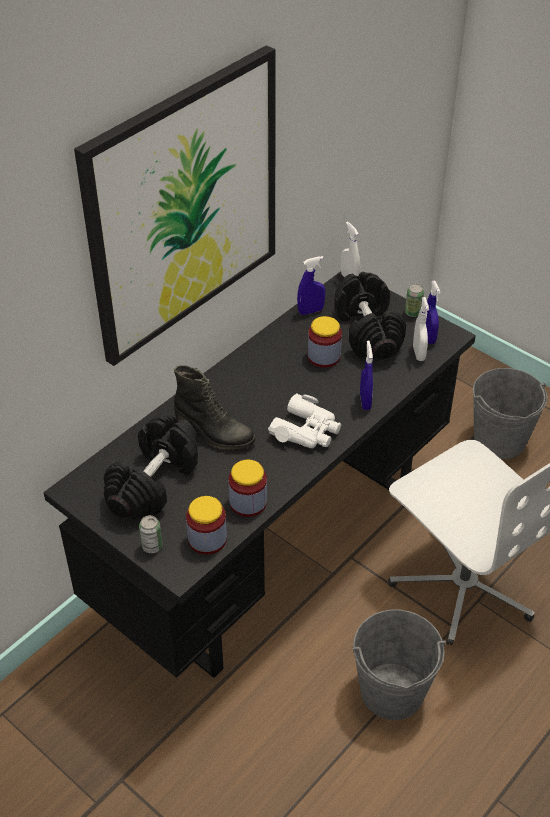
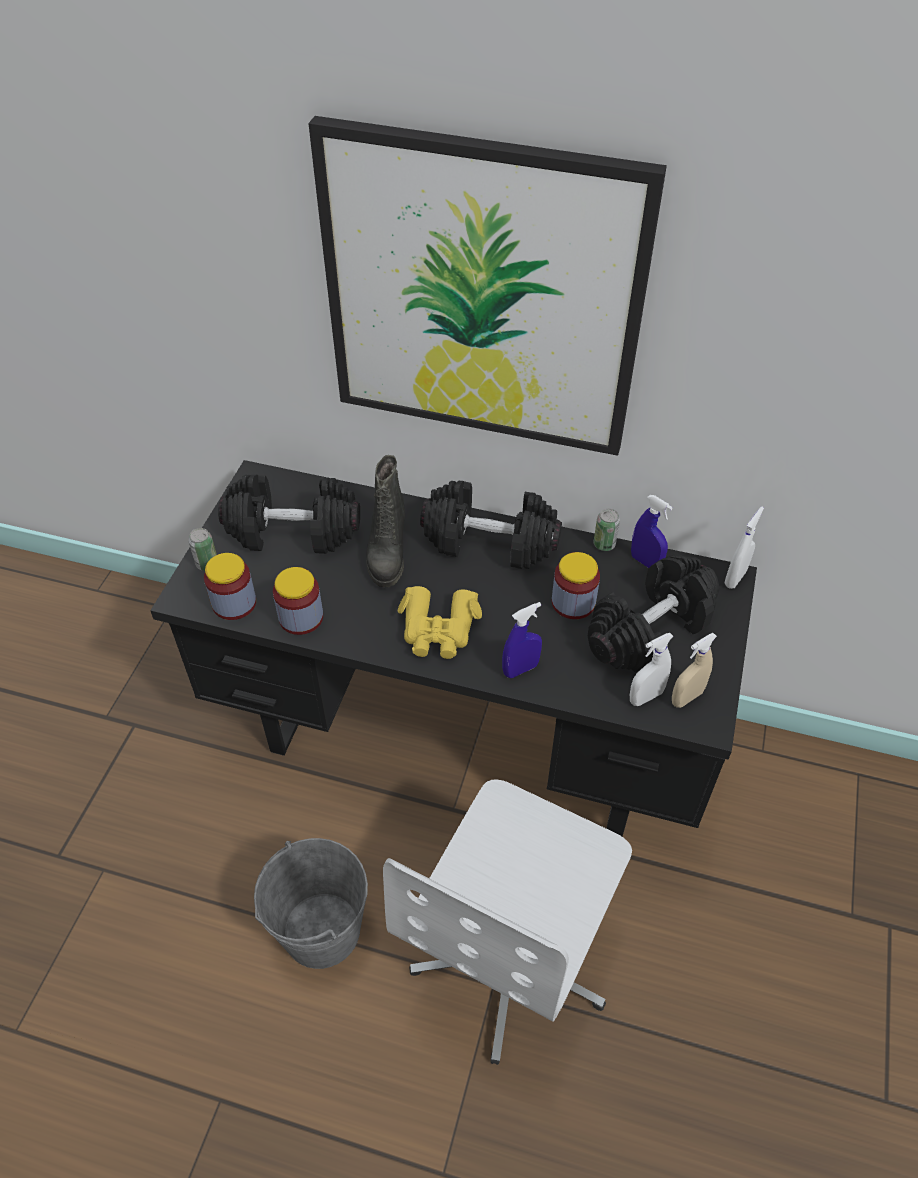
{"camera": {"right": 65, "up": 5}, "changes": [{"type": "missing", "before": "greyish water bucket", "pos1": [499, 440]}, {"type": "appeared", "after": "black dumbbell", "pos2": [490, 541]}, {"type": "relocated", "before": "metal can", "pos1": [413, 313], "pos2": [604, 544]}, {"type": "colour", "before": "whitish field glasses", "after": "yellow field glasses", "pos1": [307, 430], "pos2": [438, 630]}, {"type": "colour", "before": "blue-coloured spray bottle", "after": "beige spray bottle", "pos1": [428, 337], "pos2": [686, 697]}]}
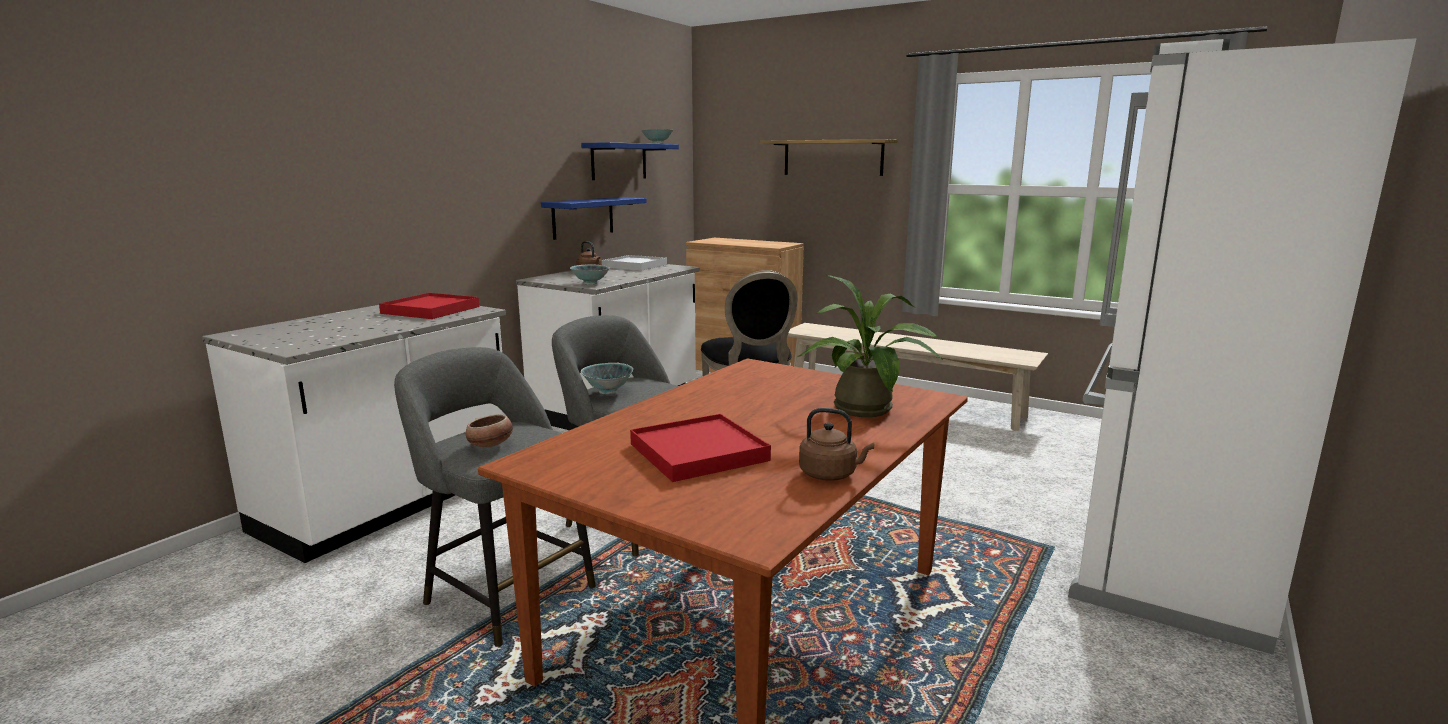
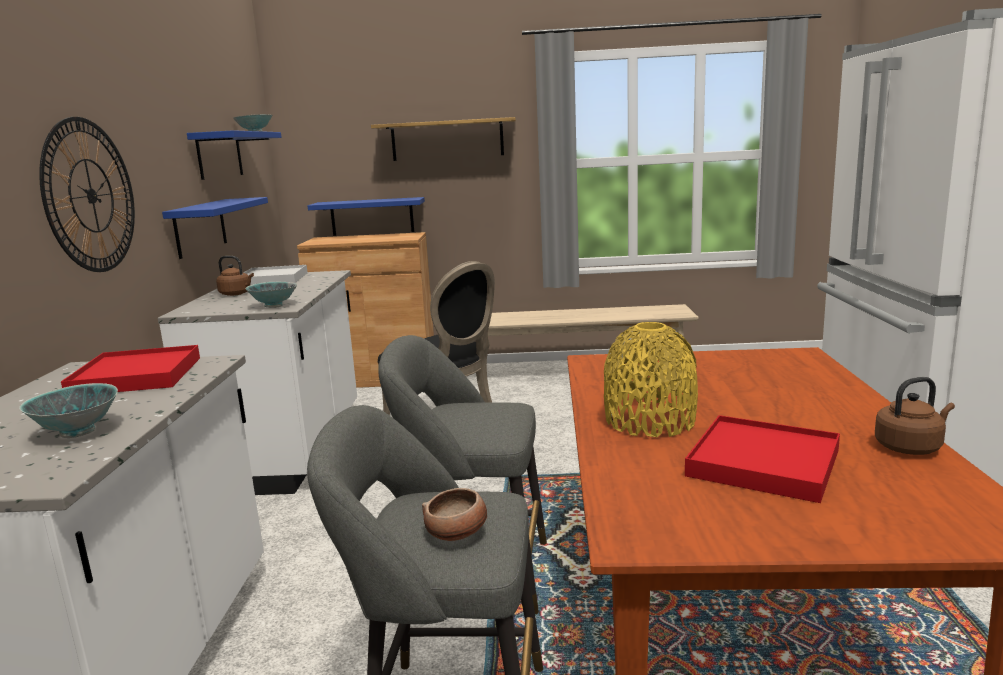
{"camera": {"right": -30, "up": 0}, "changes": [{"type": "missing", "before": "potted plant", "pos1": [867, 411]}, {"type": "appeared", "after": "hanging clock", "pos2": [91, 196]}, {"type": "appeared", "after": "blue-coloured wall shelf", "pos2": [372, 216]}, {"type": "appeared", "after": "yellow flower vase", "pos2": [649, 420]}, {"type": "relocated", "before": "deep dish", "pos1": [607, 391], "pos2": [77, 432]}]}
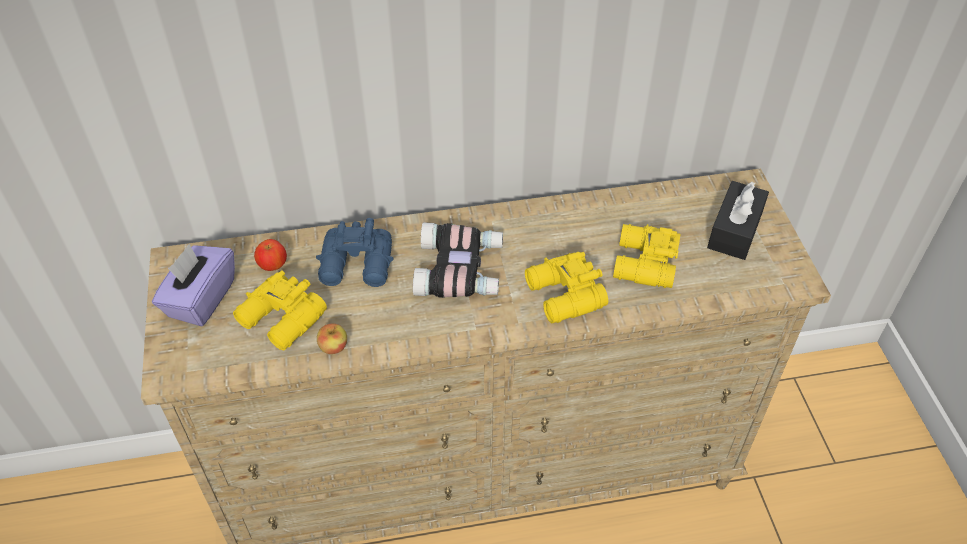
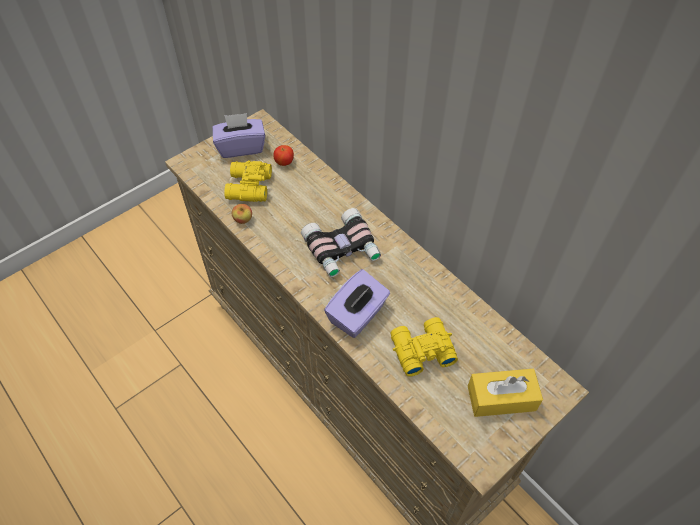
{"camera": {"right": 60, "up": 5}, "changes": [{"type": "missing", "before": "blue-coloured field glasses", "pos1": [358, 266]}, {"type": "exchanged", "before": "yellow field glasses", "after": "purple box of tissues", "pos1": [563, 297], "pos2": [357, 315]}, {"type": "colour", "before": "black box of tissues", "after": "yellow box of tissues", "pos1": [735, 230], "pos2": [501, 398]}]}
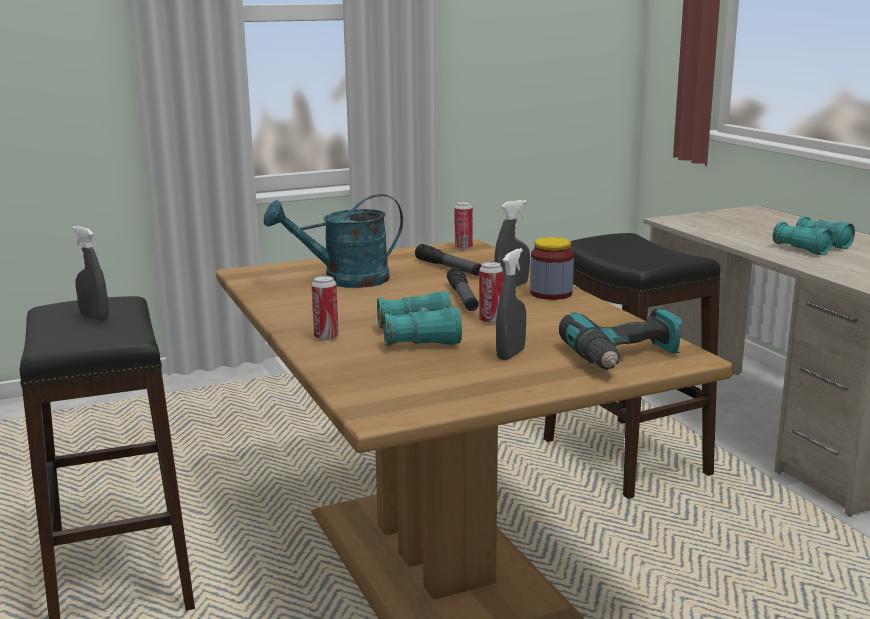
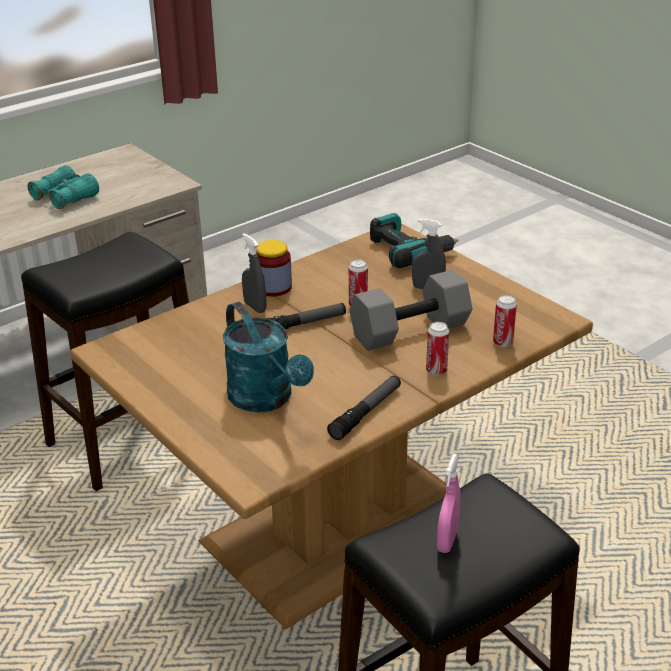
{"camera": {"right": -105, "up": 15}, "changes": [{"type": "relocated", "before": "hand torch", "pos1": [449, 268], "pos2": [366, 413]}, {"type": "relocated", "before": "metal can", "pos1": [463, 247], "pos2": [502, 342]}, {"type": "exchanged", "before": "blue-green field glasses", "after": "greyish dumbbell", "pos1": [419, 336], "pos2": [410, 329]}, {"type": "colour", "before": "greyish spray bottle", "after": "pink-coloured spray bottle", "pos1": [94, 318], "pos2": [447, 541]}]}
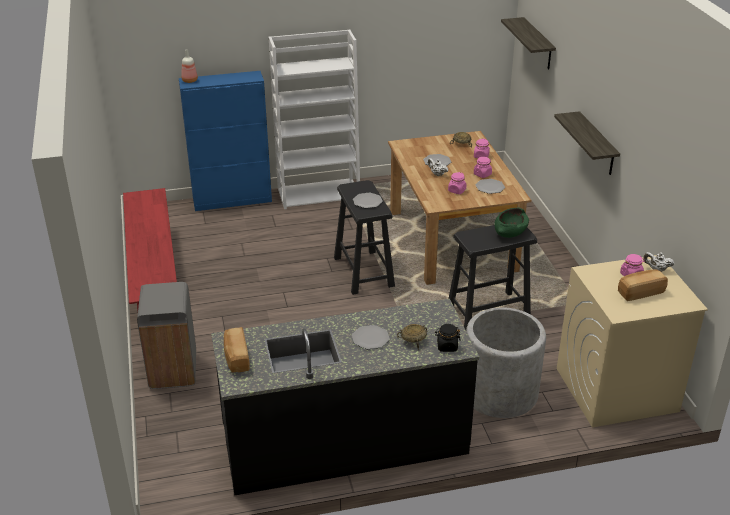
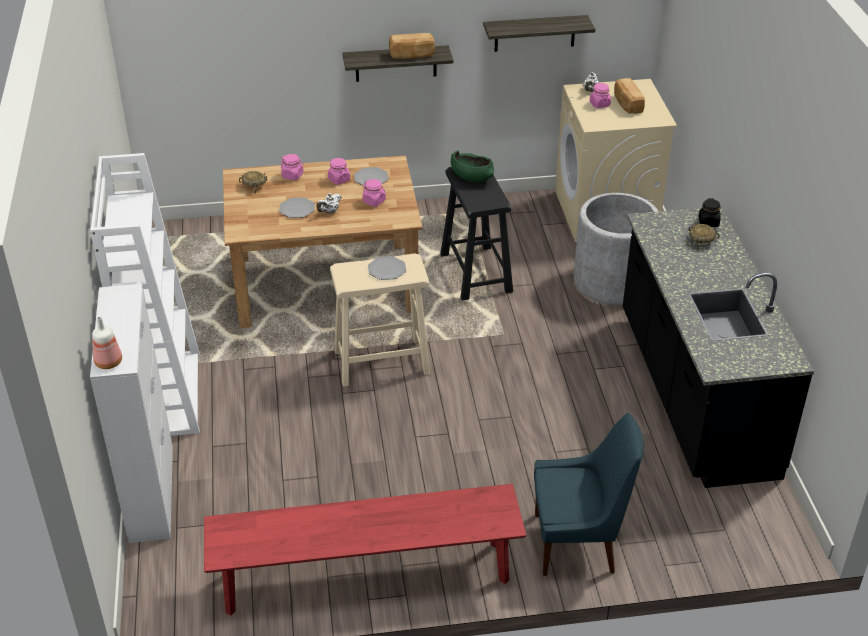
{"camera": {"right": -85, "up": 5}, "changes": [{"type": "missing", "before": "flat dish", "pos1": [370, 338]}, {"type": "relocated", "before": "bread", "pos1": [236, 358], "pos2": [412, 55]}, {"type": "relocated", "before": "wall shelf", "pos1": [538, 44], "pos2": [535, 33]}, {"type": "exchanged", "before": "greyish waste bin", "after": "blue-coloured plain chair", "pos1": [172, 371], "pos2": [578, 543]}, {"type": "colour", "before": "blue-coloured cupboard", "after": "whitish cupboard", "pos1": [232, 200], "pos2": [152, 492]}, {"type": "colour", "before": "black stool seat", "after": "beige stool seat", "pos1": [363, 272], "pos2": [381, 362]}]}
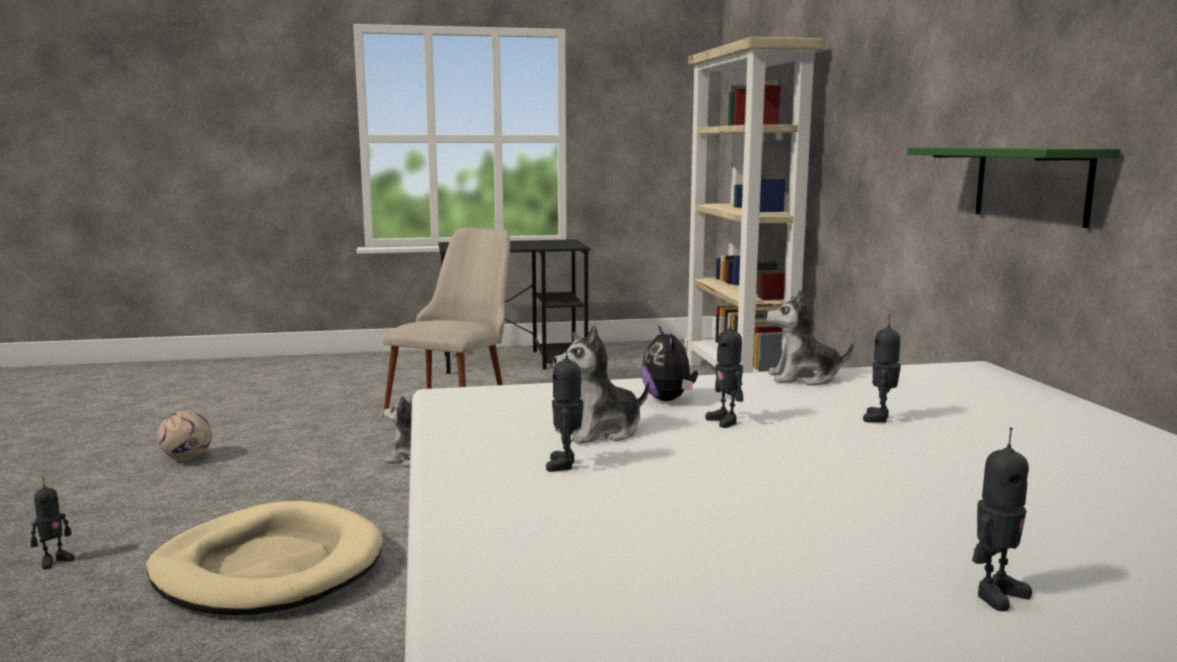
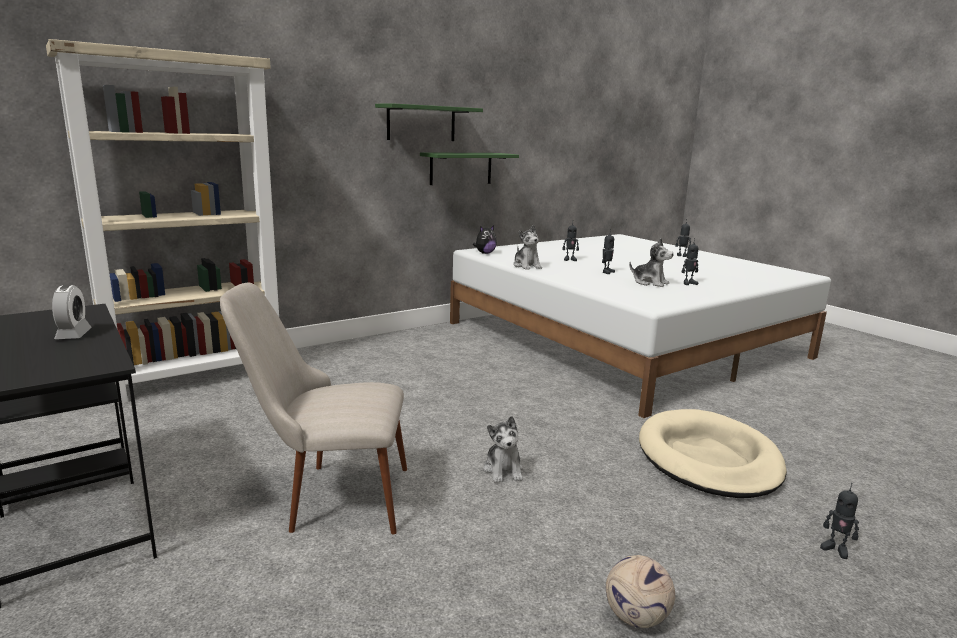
{"camera": {"right": -115, "up": 5}, "changes": [{"type": "appeared", "after": "bedside clock", "pos2": [73, 334]}, {"type": "appeared", "after": "green wall shelf", "pos2": [421, 123]}, {"type": "relocated", "before": "cuddly toy", "pos1": [668, 399], "pos2": [485, 253]}, {"type": "spun", "before": "toy robot", "pos1": [55, 561], "pos2": [835, 549], "turn": -150}]}
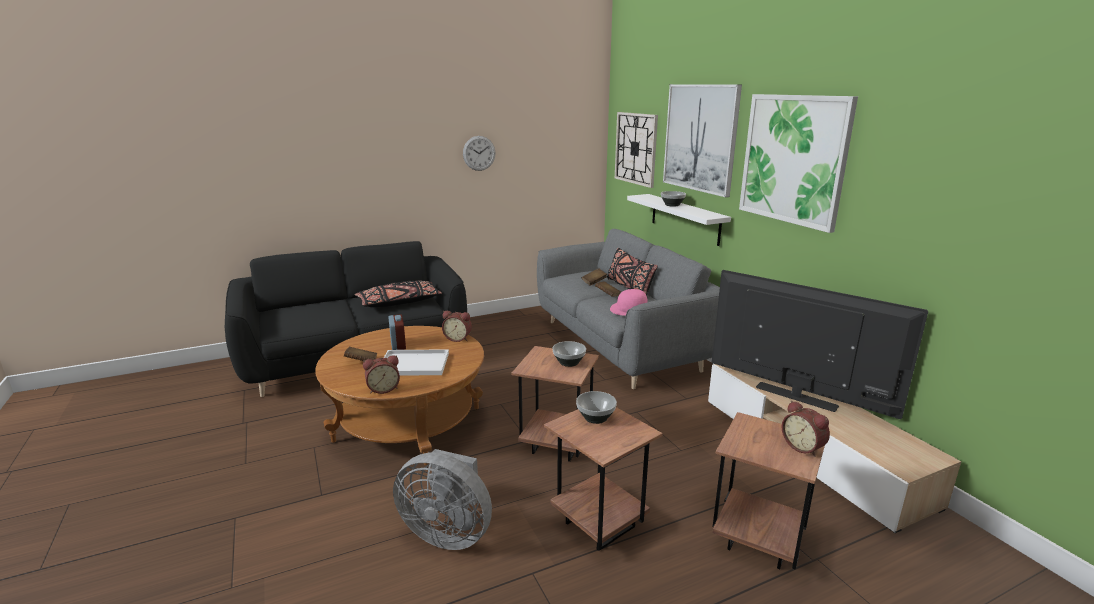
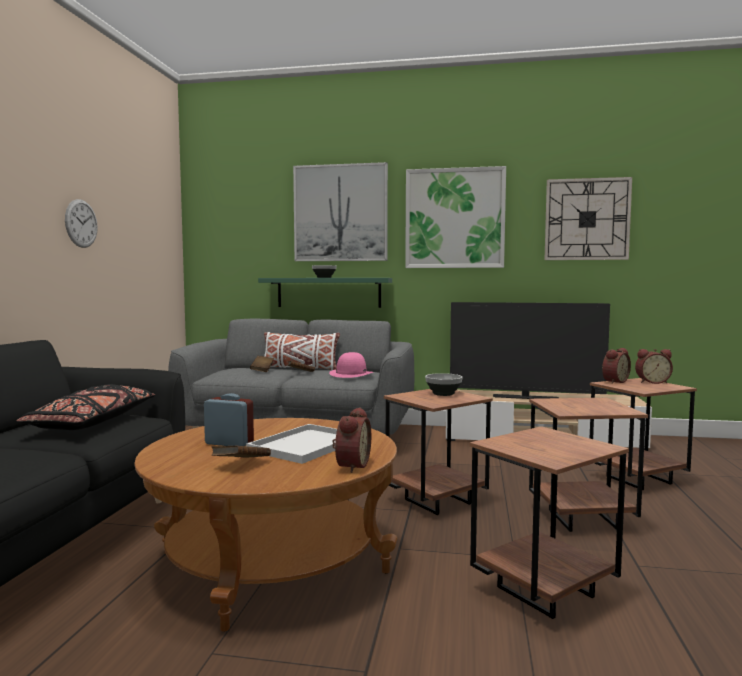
{"camera": {"right": -55, "up": -15}, "changes": [{"type": "missing", "before": "deep dish", "pos1": [595, 417]}, {"type": "relocated", "before": "bedside clock", "pos1": [458, 338], "pos2": [613, 381]}, {"type": "relocated", "before": "hanging clock", "pos1": [636, 148], "pos2": [587, 219]}, {"type": "exchanged", "before": "greyish electric fan", "after": "brownish end table", "pos1": [448, 533], "pos2": [542, 592]}, {"type": "colour", "before": "black throw pillow", "after": "whitish throw pillow", "pos1": [629, 288], "pos2": [300, 369]}, {"type": "colour", "before": "whitish wall shelf", "after": "green wall shelf", "pos1": [685, 219], "pos2": [329, 292]}, {"type": "spun", "before": "TV set", "pos1": [795, 397], "pos2": [525, 397], "turn": -150}]}
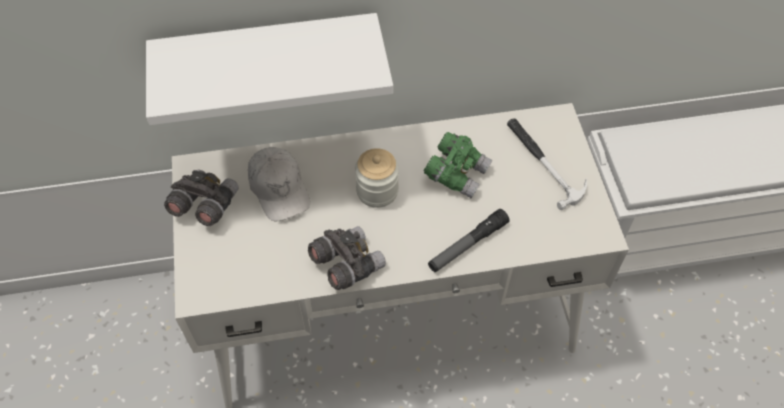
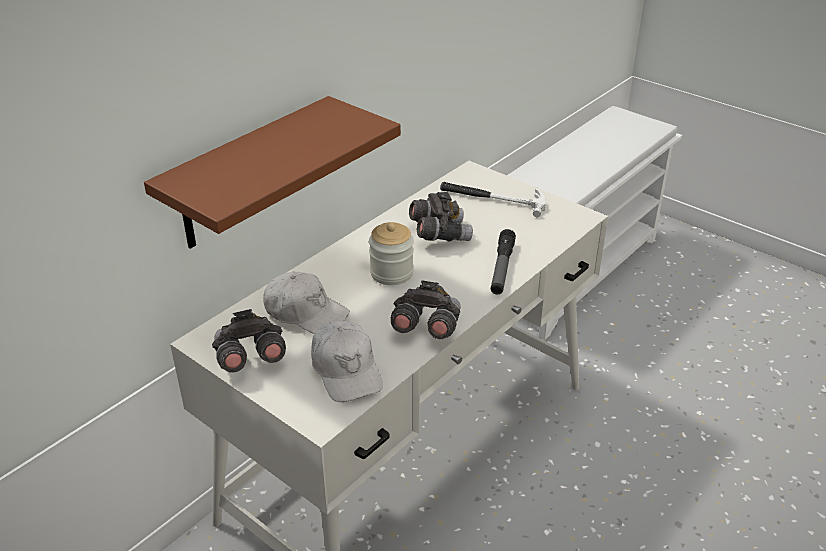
{"camera": {"right": -40, "up": -20}, "changes": [{"type": "appeared", "after": "whitish peaked cap", "pos2": [346, 370]}, {"type": "colour", "before": "whitish wall shelf", "after": "brownish wall shelf", "pos1": [268, 56], "pos2": [248, 174]}, {"type": "colour", "before": "green field glasses", "after": "greyish field glasses", "pos1": [456, 173], "pos2": [439, 233]}]}
